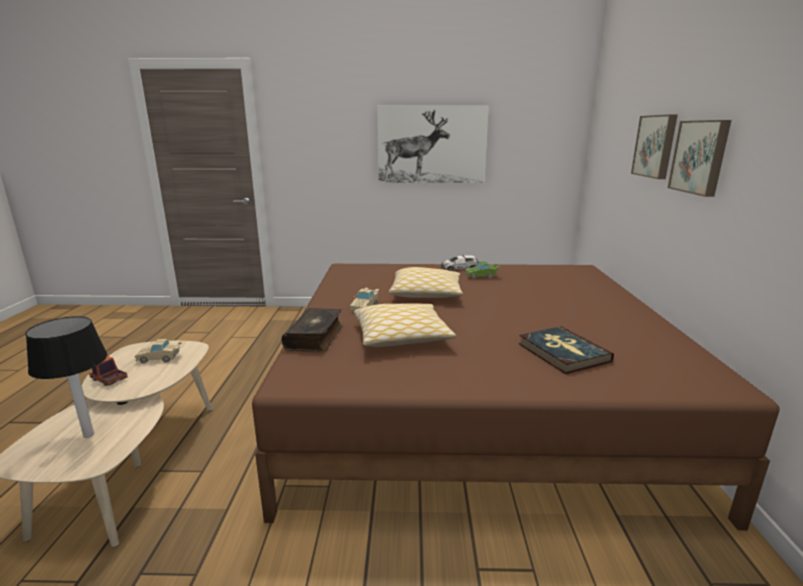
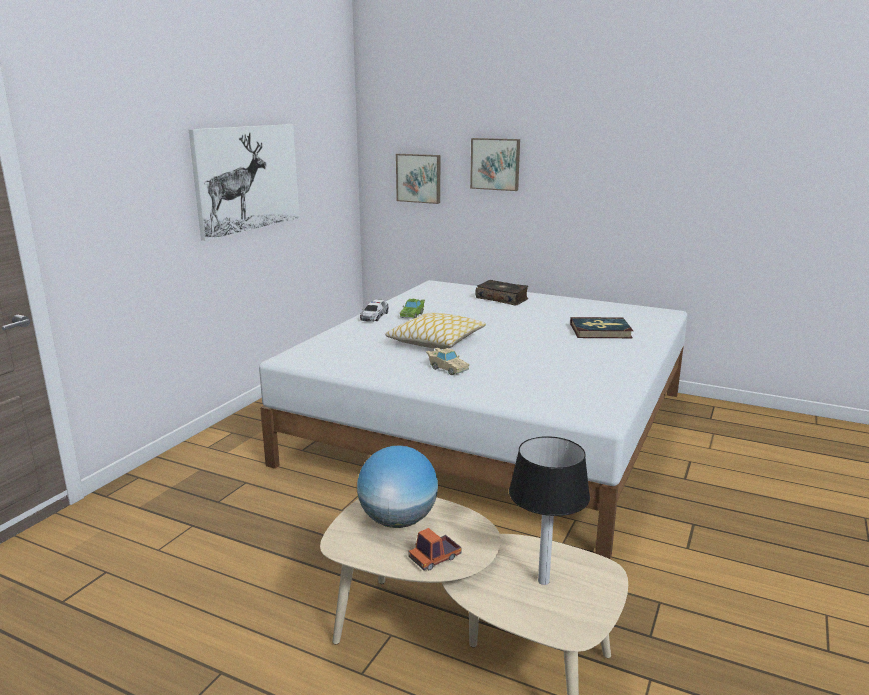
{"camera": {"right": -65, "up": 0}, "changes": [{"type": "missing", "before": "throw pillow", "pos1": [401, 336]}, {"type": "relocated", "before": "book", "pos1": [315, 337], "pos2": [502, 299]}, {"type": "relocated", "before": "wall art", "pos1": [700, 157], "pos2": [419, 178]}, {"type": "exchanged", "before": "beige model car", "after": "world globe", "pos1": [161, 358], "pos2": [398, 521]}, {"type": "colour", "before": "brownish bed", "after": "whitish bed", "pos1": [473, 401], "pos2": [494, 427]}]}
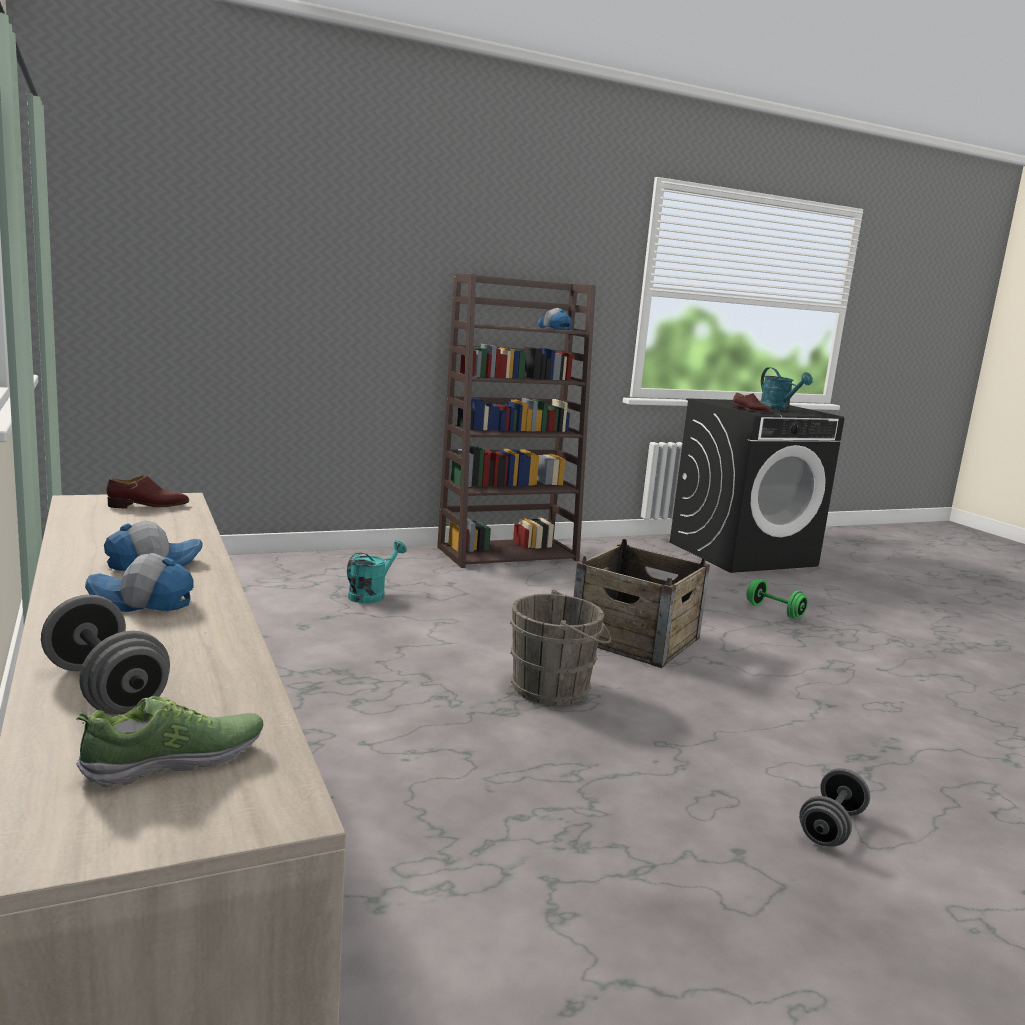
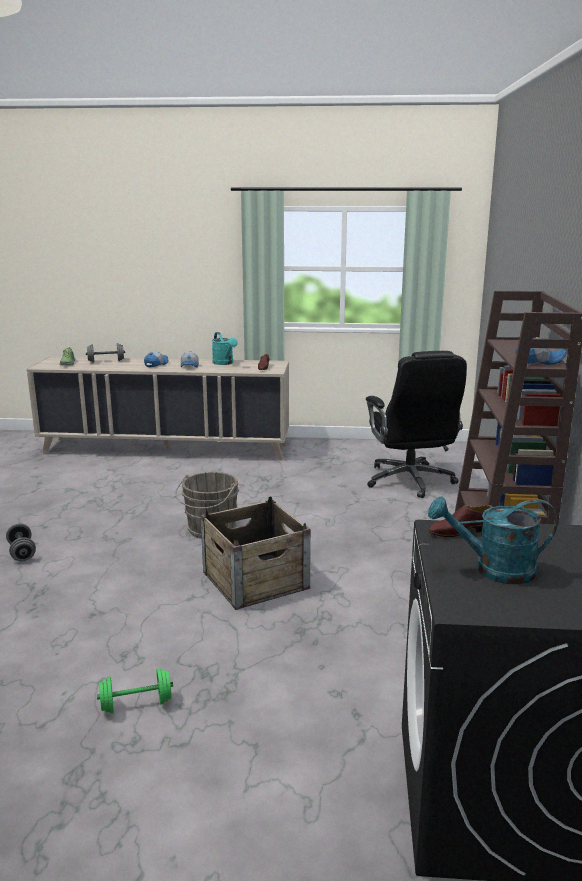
{"camera": {"right": 120, "up": 5}, "changes": [{"type": "appeared", "after": "black computer chair", "pos2": [410, 481]}, {"type": "relocated", "before": "blue-green watering can", "pos1": [371, 595], "pos2": [224, 363]}, {"type": "relocated", "before": "green dumbbell", "pos1": [774, 611], "pos2": [136, 705]}]}
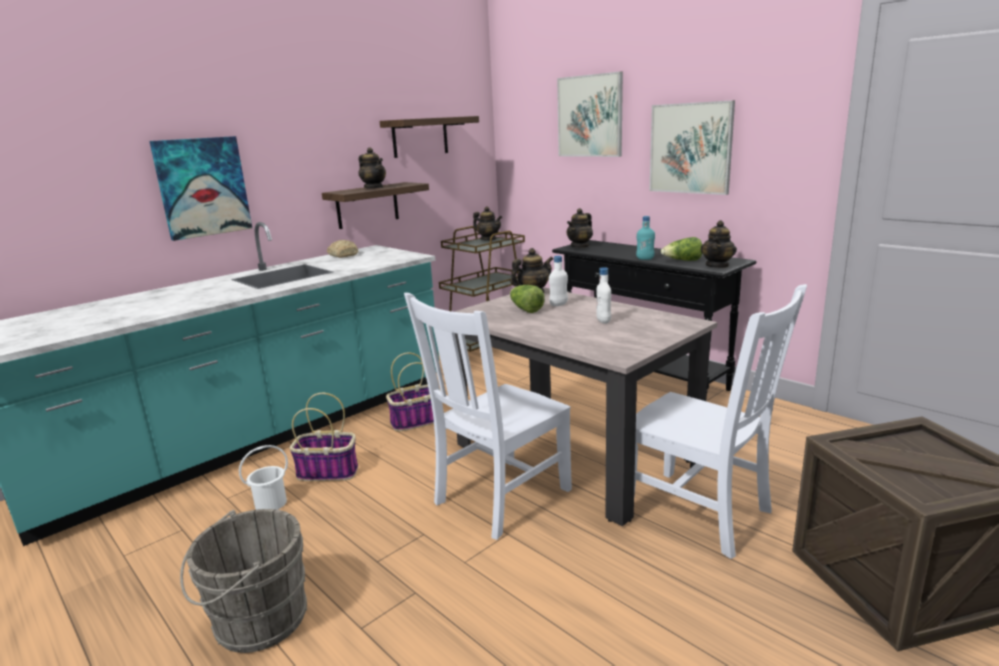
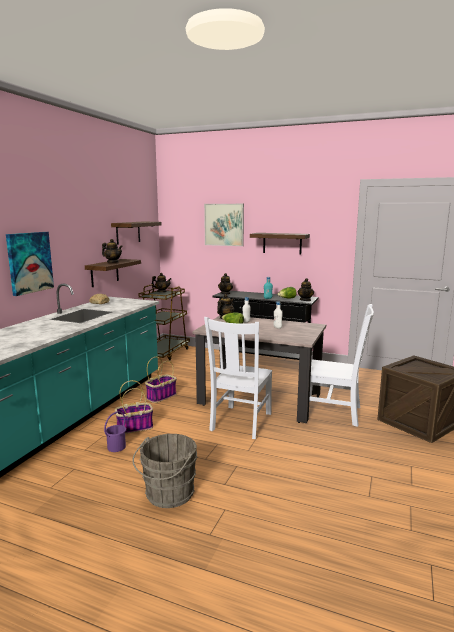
{"camera": {"right": -25, "up": -5}, "changes": [{"type": "exchanged", "before": "wall art", "after": "wall shelf", "pos1": [690, 148], "pos2": [282, 243]}, {"type": "colour", "before": "whitish water bucket", "after": "purple water bucket", "pos1": [270, 503], "pos2": [116, 447]}]}
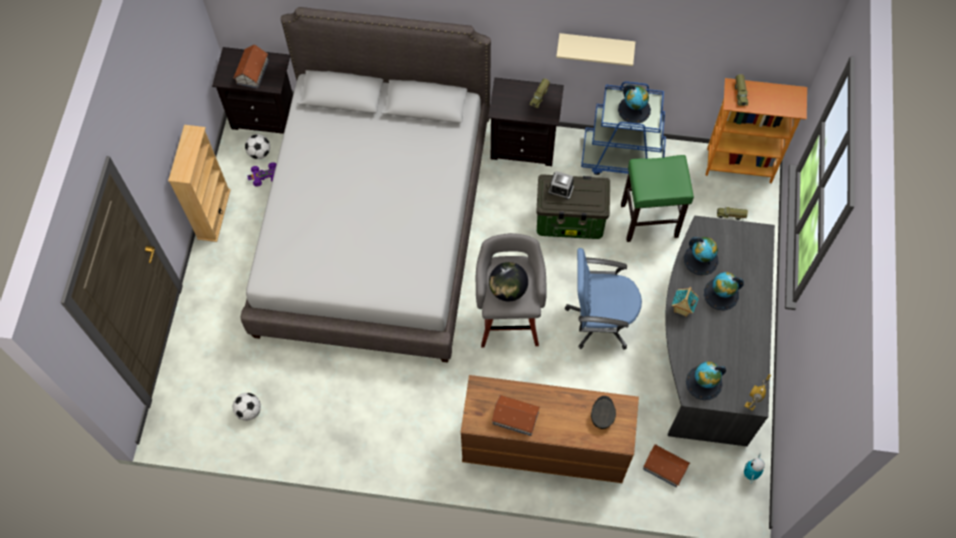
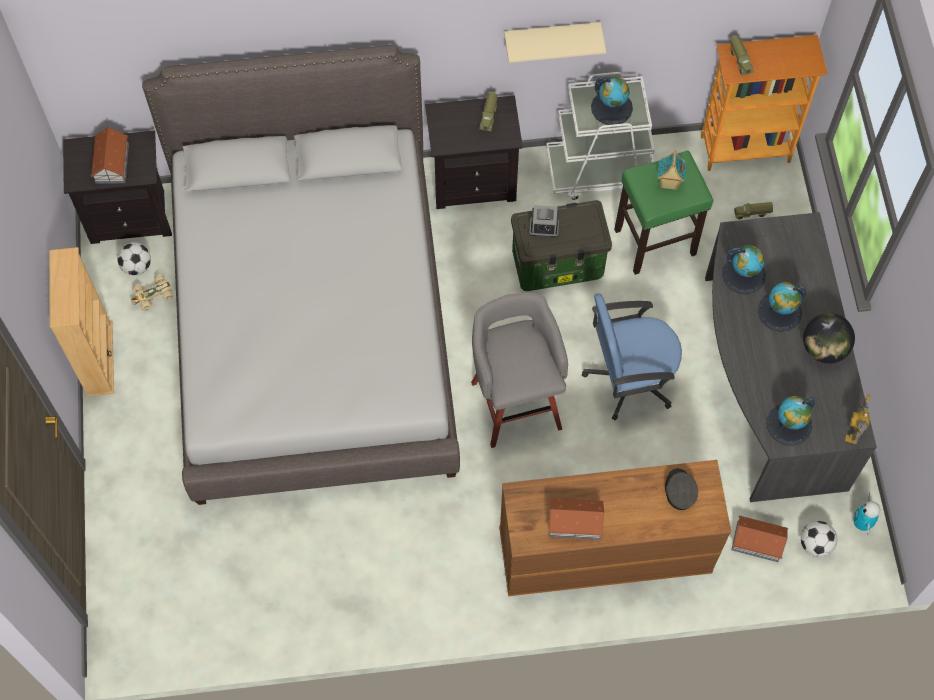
{"camera": {"right": -15, "up": 0}, "changes": [{"type": "relocated", "before": "football ball", "pos1": [249, 411], "pos2": [815, 544]}, {"type": "relocated", "before": "world globe", "pos1": [508, 289], "pos2": [823, 349]}, {"type": "relocated", "before": "miniature house", "pos1": [681, 309], "pos2": [668, 183]}, {"type": "colour", "before": "purple model car", "after": "beige model car", "pos1": [265, 176], "pos2": [153, 295]}, {"type": "colour", "before": "blue-coloured cart", "after": "whitish cart", "pos1": [622, 157], "pos2": [600, 171]}]}
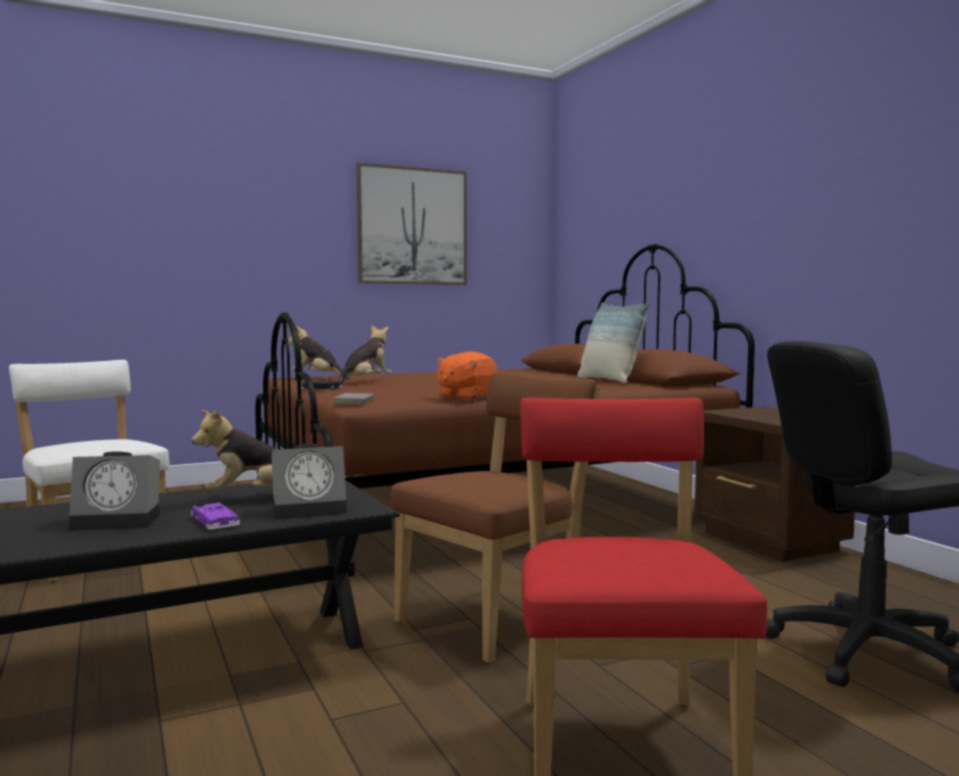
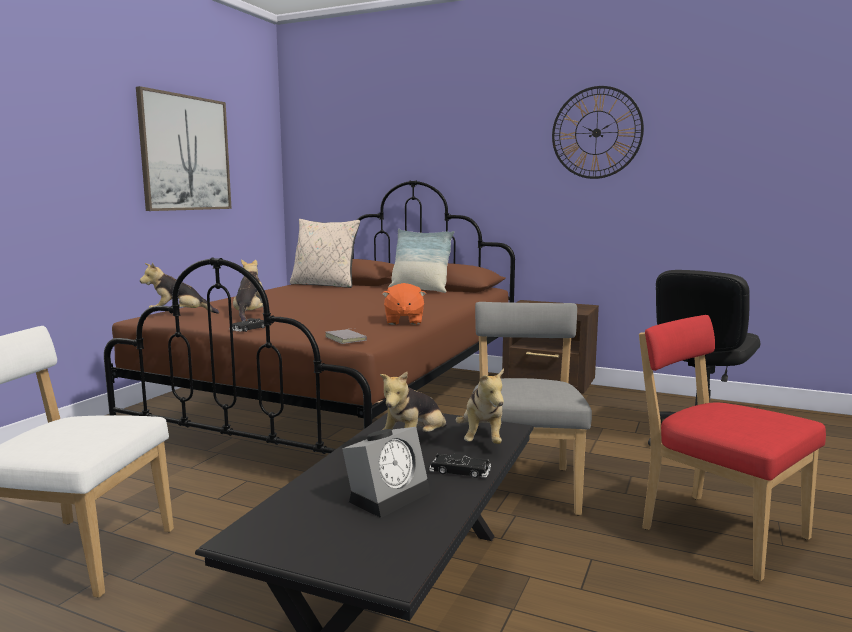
{"camera": {"right": -40, "up": 5}, "changes": [{"type": "appeared", "after": "beige throw pillow", "pos2": [324, 285]}, {"type": "appeared", "after": "hanging clock", "pos2": [596, 133]}, {"type": "exchanged", "before": "bedside clock", "after": "cuddly toy", "pos1": [311, 509], "pos2": [482, 439]}, {"type": "colour", "before": "purple model car", "after": "black model car", "pos1": [215, 522], "pos2": [460, 471]}, {"type": "colour", "before": "brownish plain chair", "after": "greyish plain chair", "pos1": [497, 619], "pos2": [524, 485]}]}
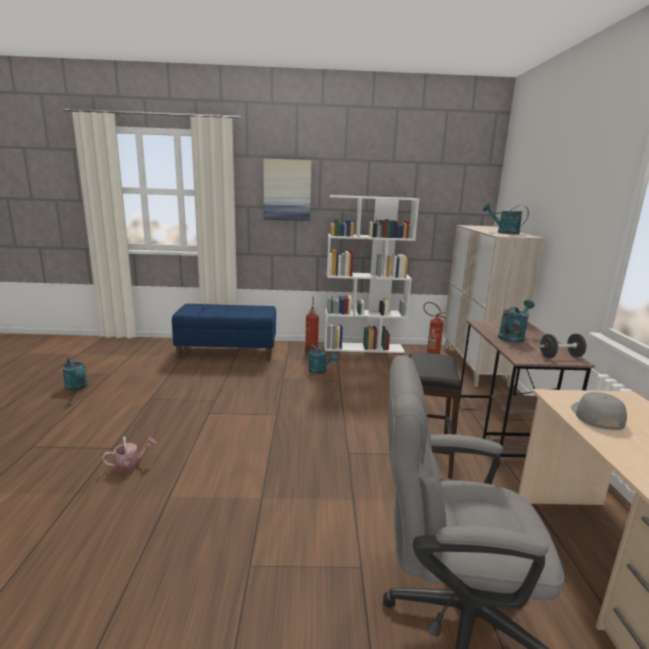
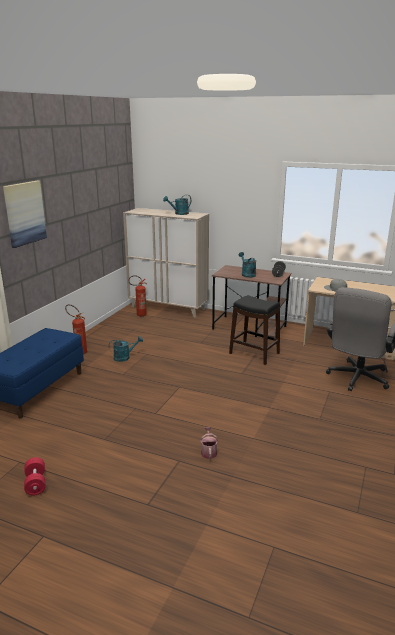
{"camera": {"right": -65, "up": 5}, "changes": [{"type": "missing", "before": "whitish bookshelf", "pos1": [363, 348]}, {"type": "exchanged", "before": "blue-green watering can", "after": "red-coloured dumbbell", "pos1": [78, 387], "pos2": [36, 483]}]}
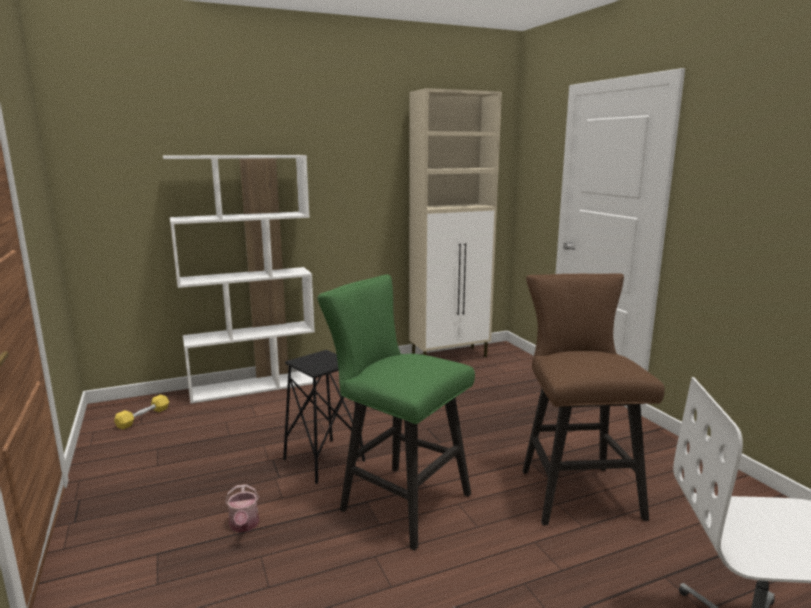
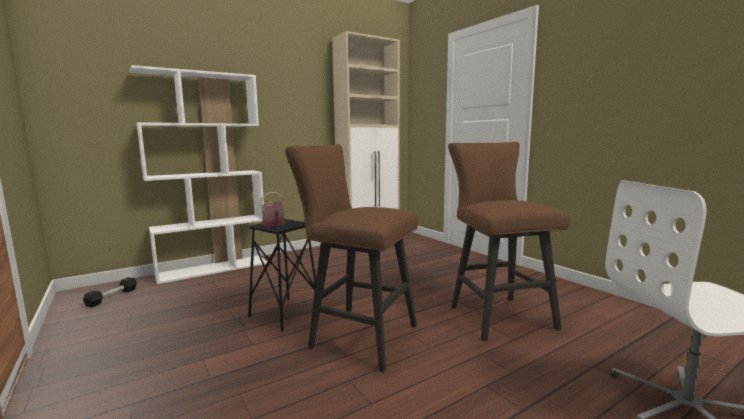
{"camera": {"right": -10, "up": -5}, "changes": [{"type": "relocated", "before": "watering can", "pos1": [244, 526], "pos2": [274, 224]}, {"type": "colour", "before": "yellow dumbbell", "after": "black dumbbell", "pos1": [143, 417], "pos2": [112, 297]}, {"type": "colour", "before": "green stool seat", "after": "brownish stool seat", "pos1": [397, 500], "pos2": [357, 336]}]}
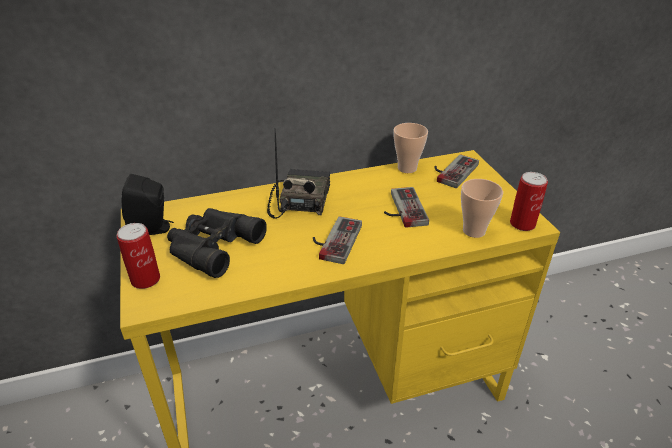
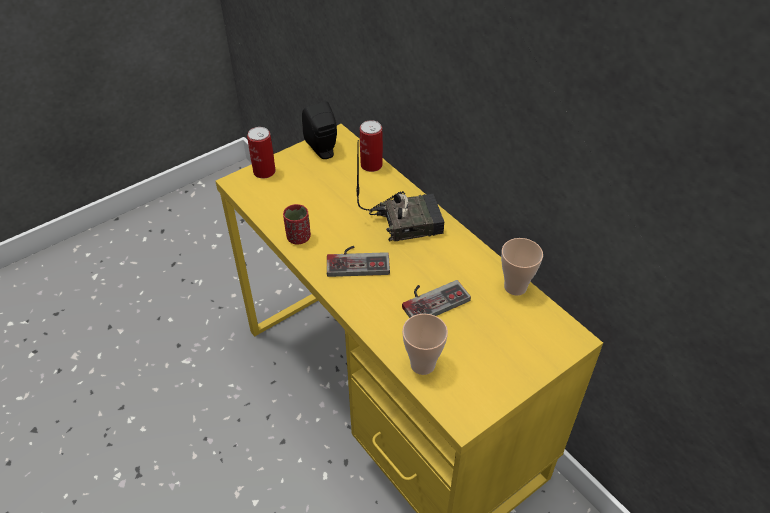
{"camera": {"right": 70, "up": 10}, "changes": [{"type": "missing", "before": "black field glasses", "pos1": [211, 246]}, {"type": "missing", "before": "gamepad", "pos1": [451, 171]}, {"type": "appeared", "after": "red-coloured small cup", "pos2": [298, 237]}, {"type": "relocated", "before": "metal can", "pos1": [522, 224], "pos2": [371, 165]}]}
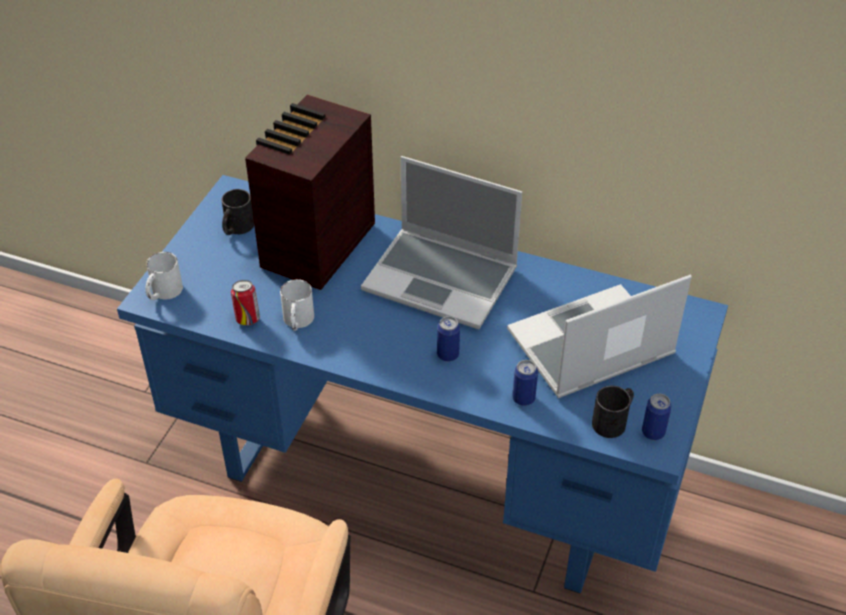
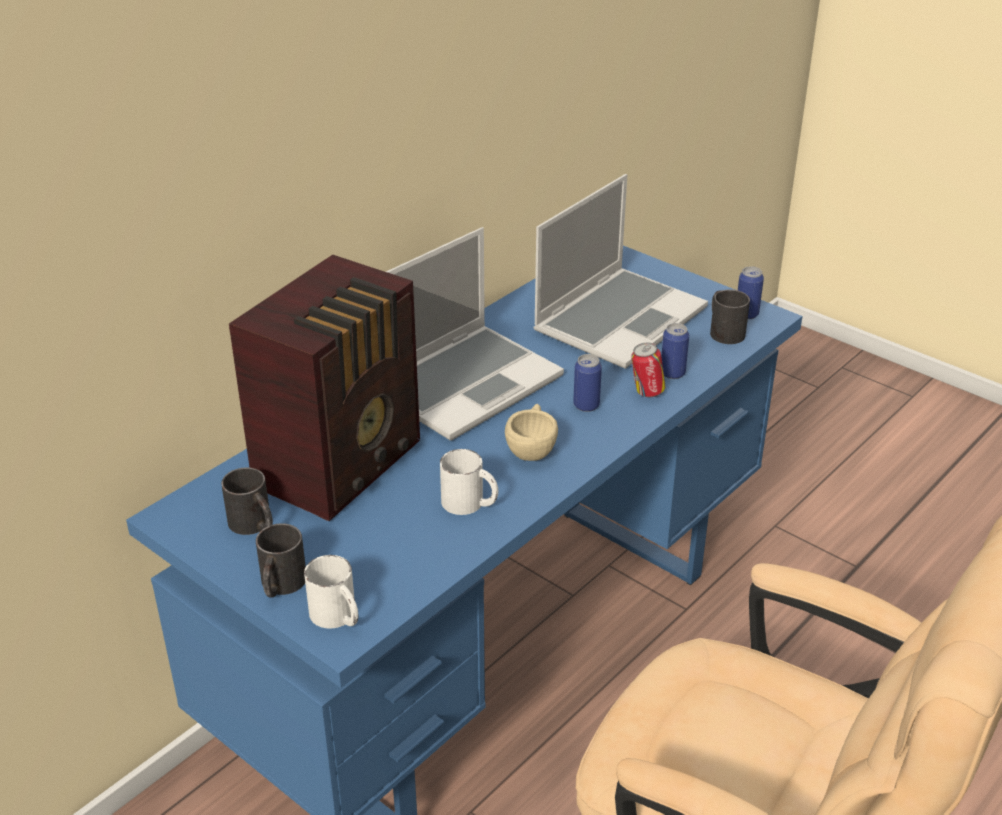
{"camera": {"right": -70, "up": -10}, "changes": [{"type": "appeared", "after": "black mug", "pos2": [280, 585]}, {"type": "appeared", "after": "beige small cup", "pos2": [532, 448]}, {"type": "relocated", "before": "metal can", "pos1": [247, 319], "pos2": [646, 392]}, {"type": "spun", "before": "radio set", "pos1": [315, 247], "pos2": [343, 464], "turn": -105}, {"type": "spun", "before": "portable computer", "pos1": [589, 346], "pos2": [619, 319], "turn": -135}]}
